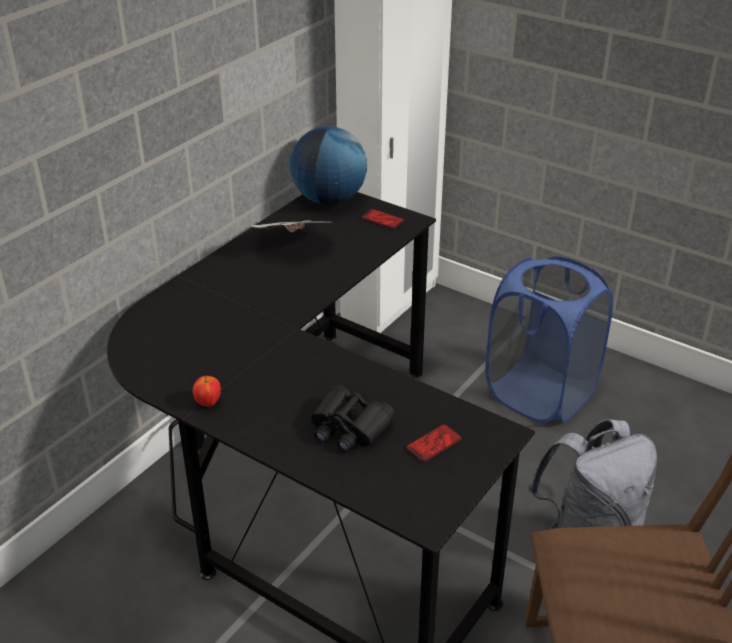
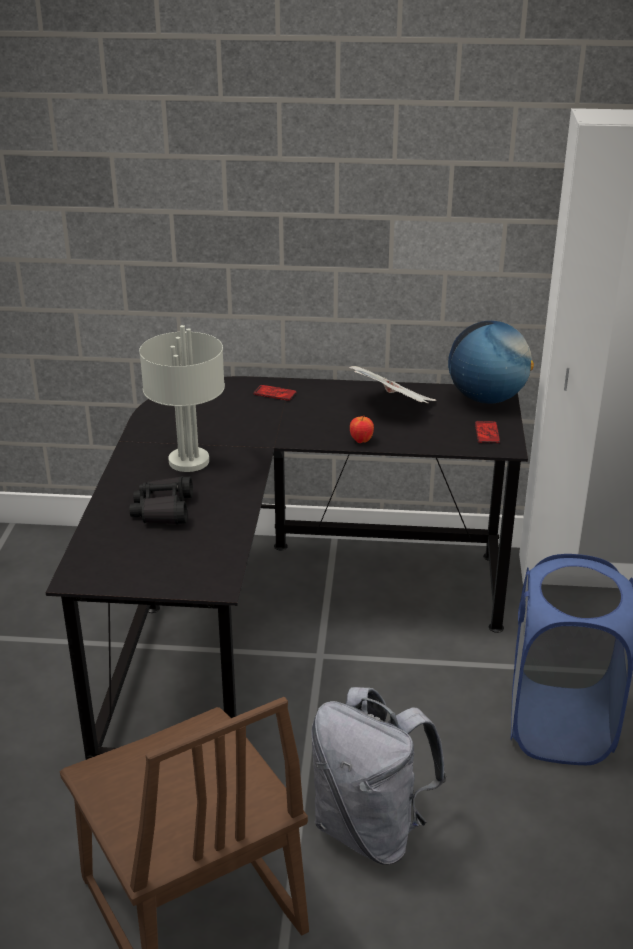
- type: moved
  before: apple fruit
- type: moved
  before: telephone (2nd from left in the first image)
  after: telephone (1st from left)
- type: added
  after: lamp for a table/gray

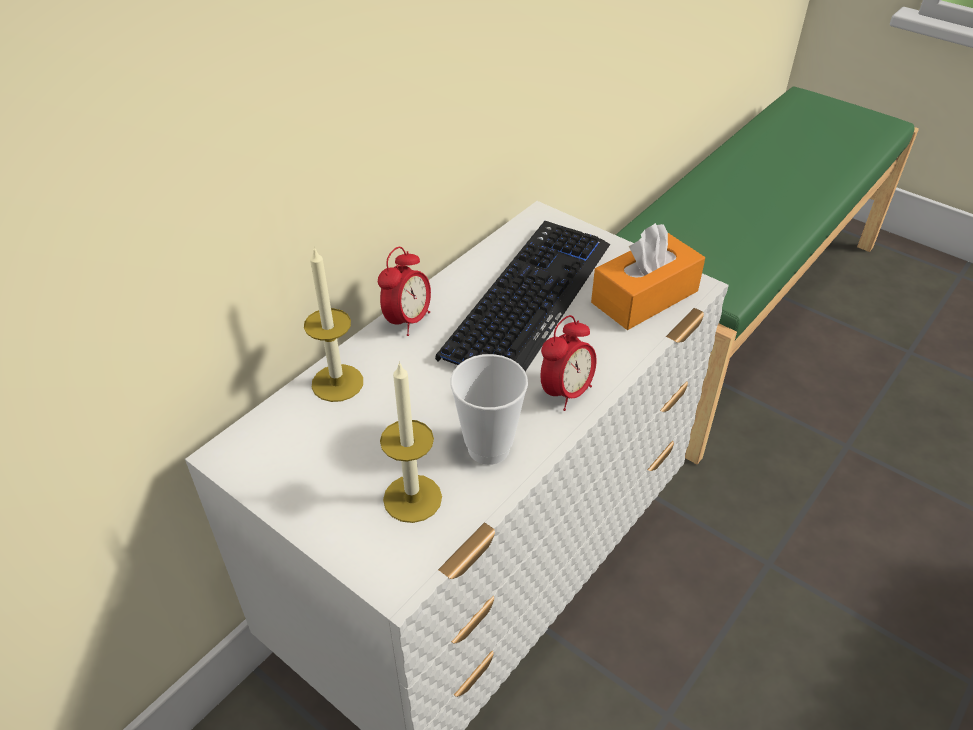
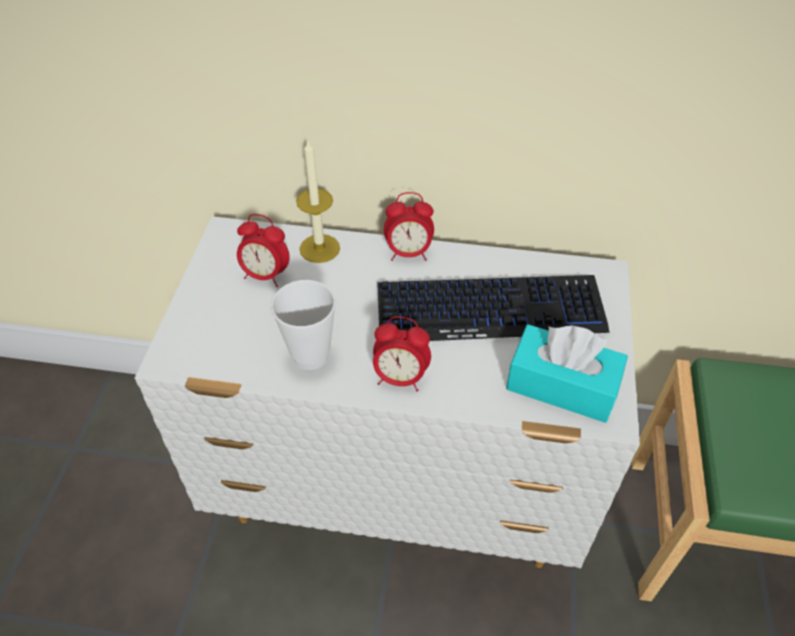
- type: recoloured
  before: box of tissues/orangey
  after: box of tissues/turquoise
- type: removed
  before: wax light (2nd from left)
- type: added
  after: bedside clock (1st from left)

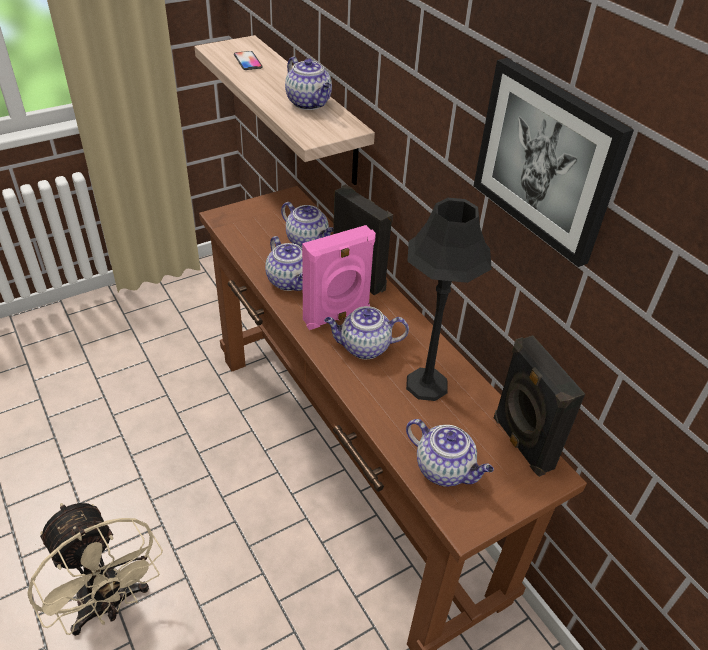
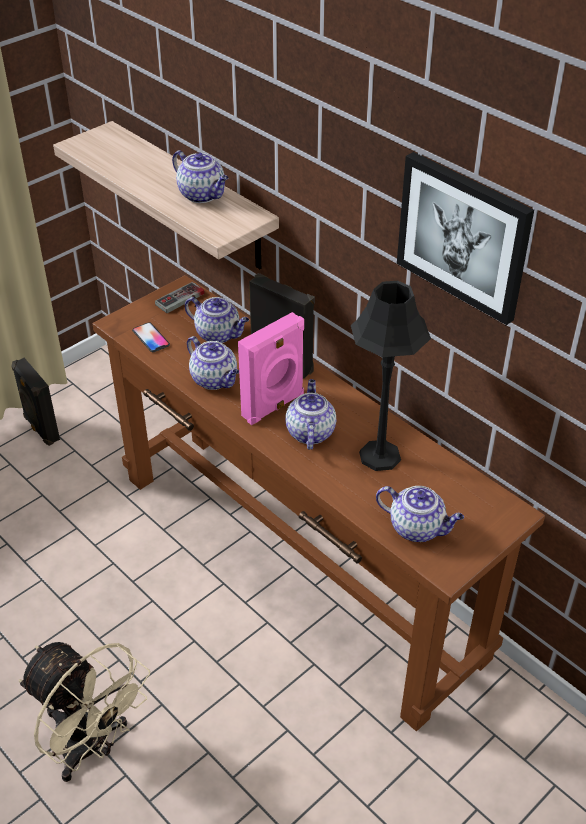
- type: moved
  before: telephone
- type: turned
  before: tea pot (4th from left)
  turn: 105
- type: moved
  before: loudspeaker/black (2nd from left in the first image)
  after: loudspeaker/black (1st from left)
- type: added
  after: gamepad

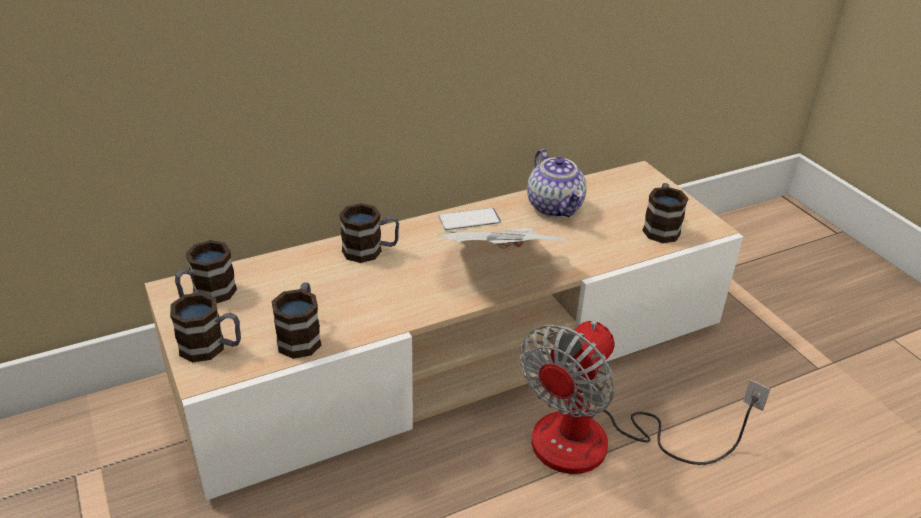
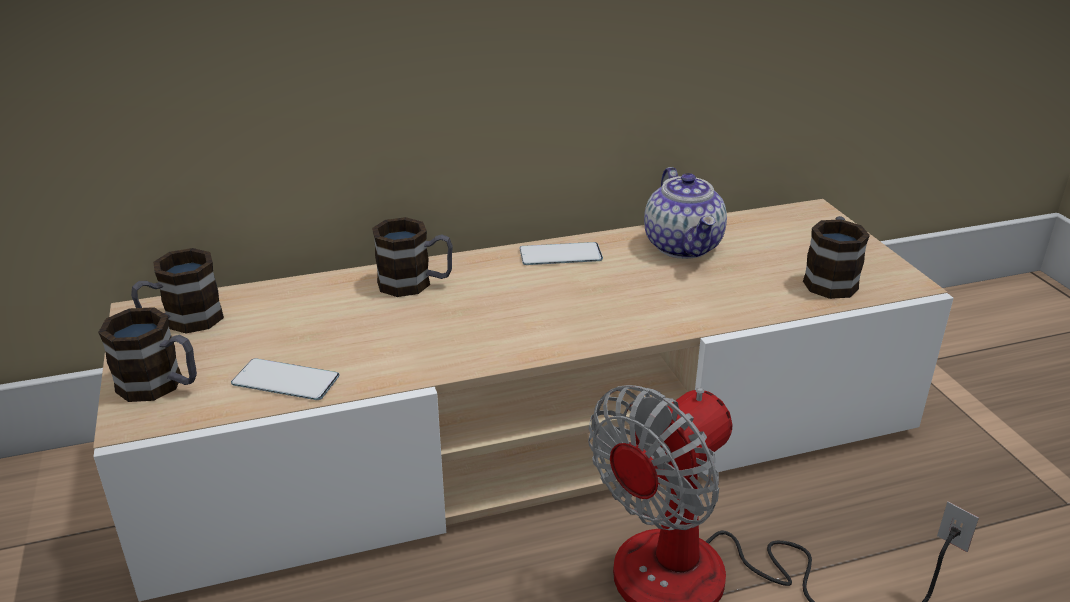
- type: removed
  before: newspaper
- type: replaced
  before: mug (3rd from left)
  after: telephone (1st from left)

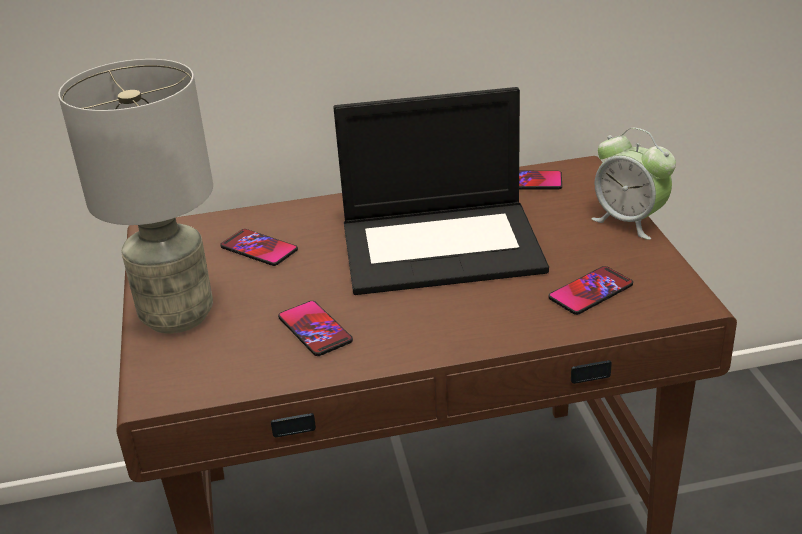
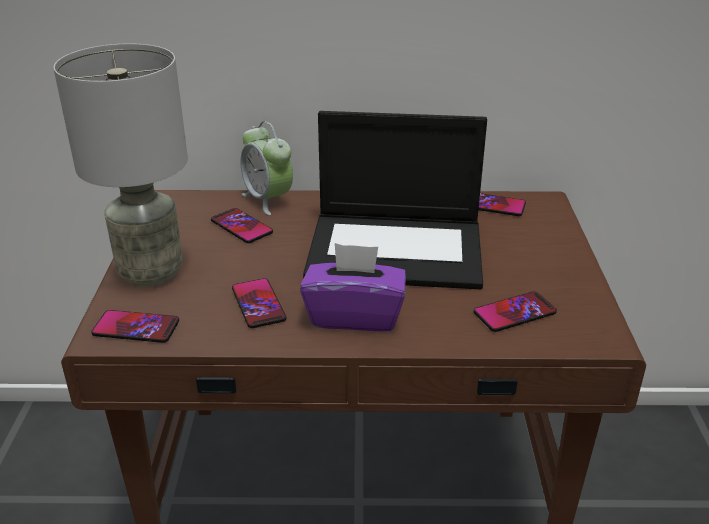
- type: moved
  before: bedside clock
- type: added
  after: box of tissues/purplish
- type: added
  after: telephone (1st from left)

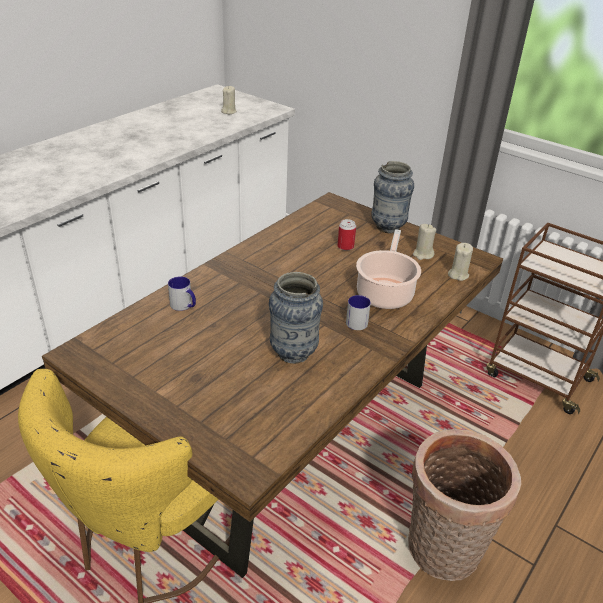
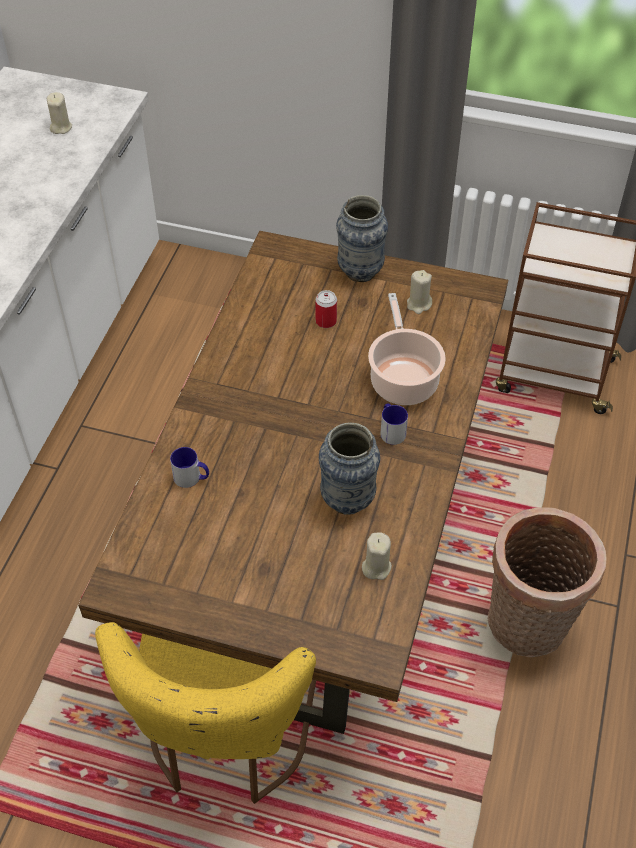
- type: moved
  before: wax light/beige-coloured (3rd from left in the first image)
  after: wax light/beige-coloured (2nd from left)

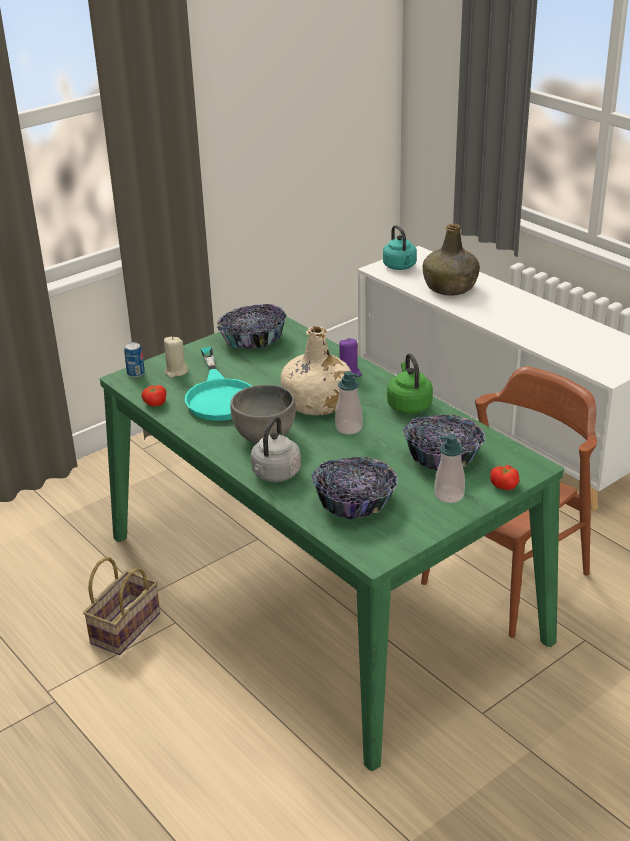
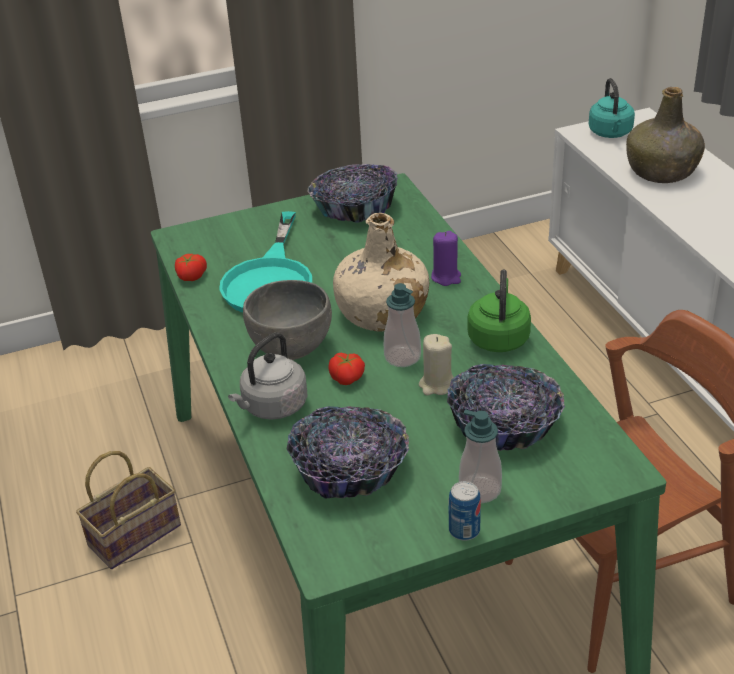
- type: moved
  before: wax light/beige-coloured
- type: moved
  before: metal can
- type: moved
  before: whole tomato (2nd from left)

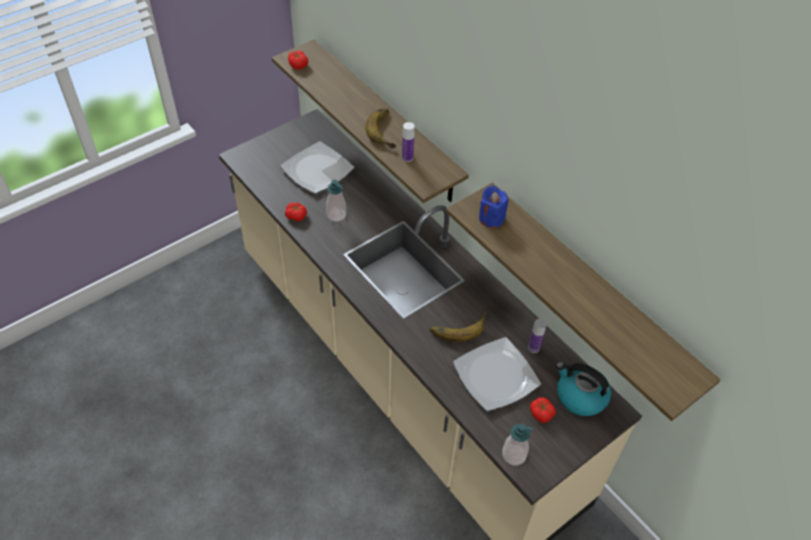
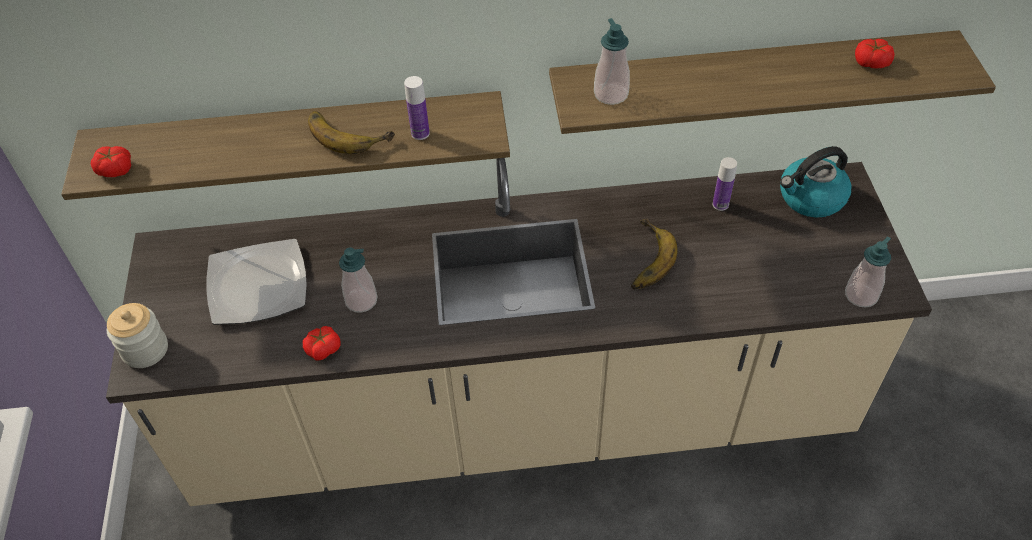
- type: replaced
  before: wax light/blue
  after: soap bottle (2nd from left)
- type: removed
  before: dinner plate (2nd from left)
- type: moved
  before: whole tomato (3rd from left)
- type: added
  after: preserve jar

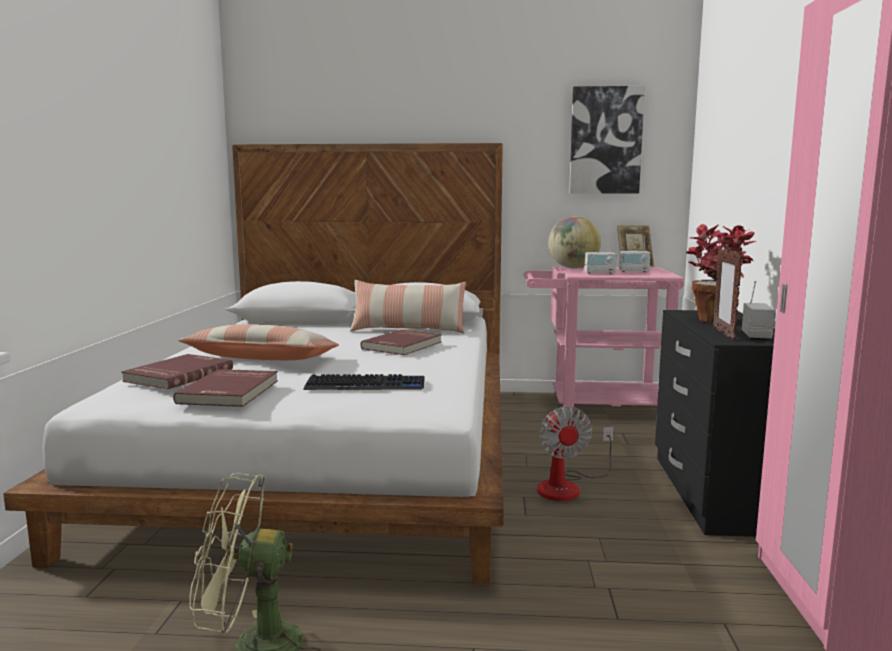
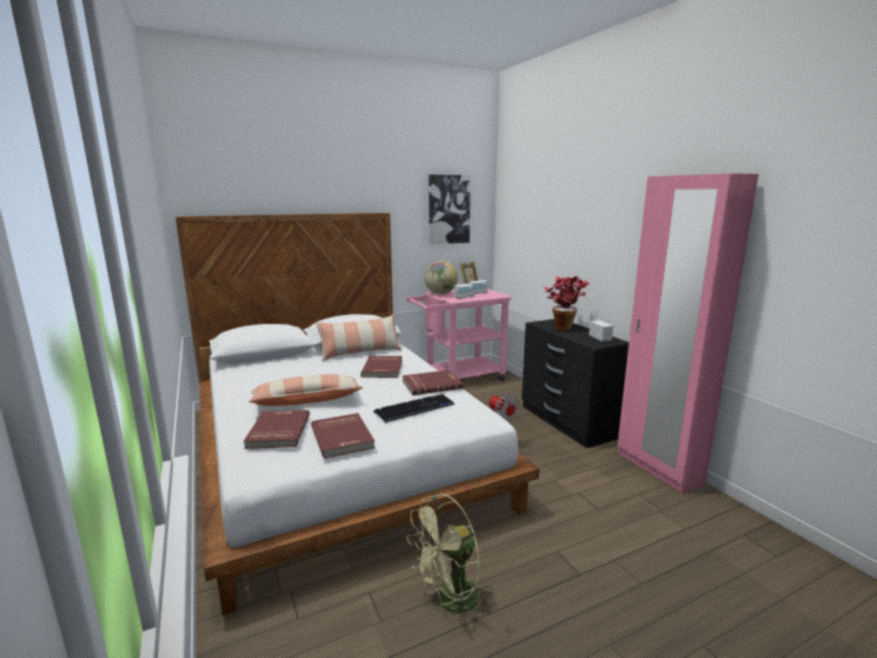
- type: removed
  before: picture frame (2nd from left)
- type: added
  after: book/reddish (4th from left)

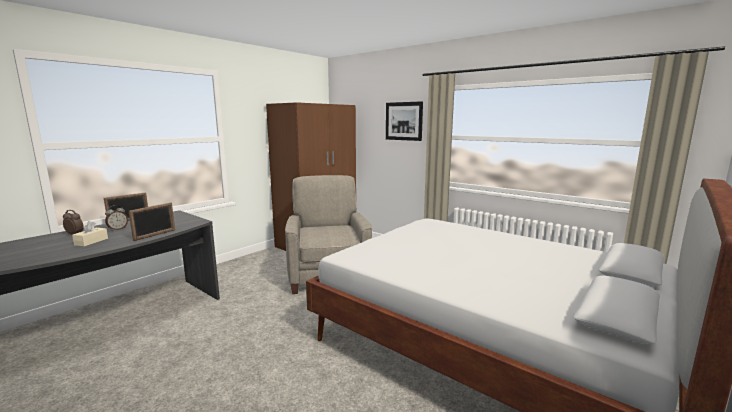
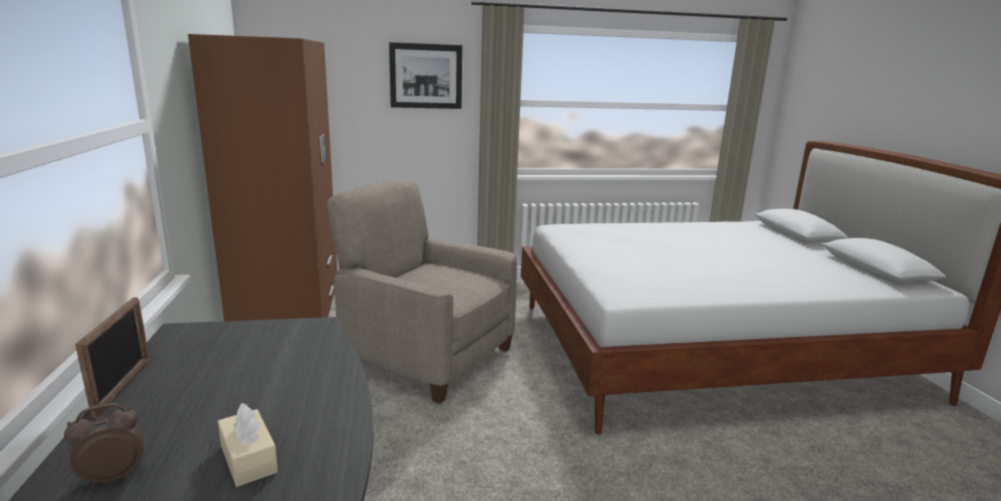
- type: removed
  before: picture frame (2nd from left)
- type: removed
  before: bedside clock (2nd from left)

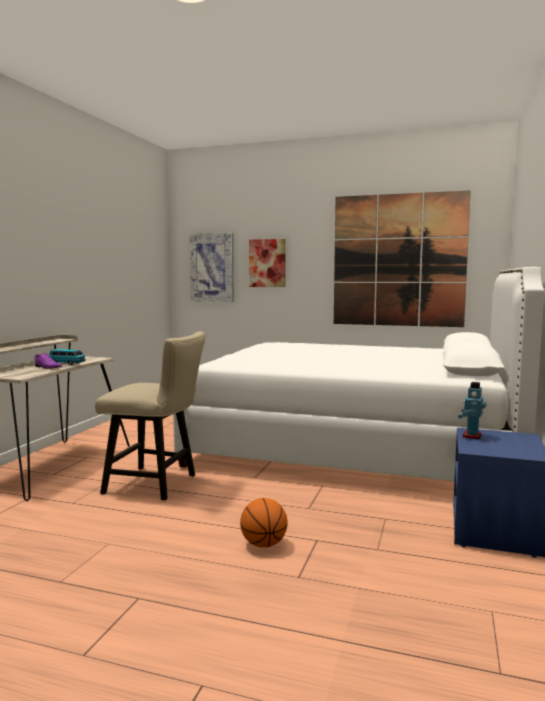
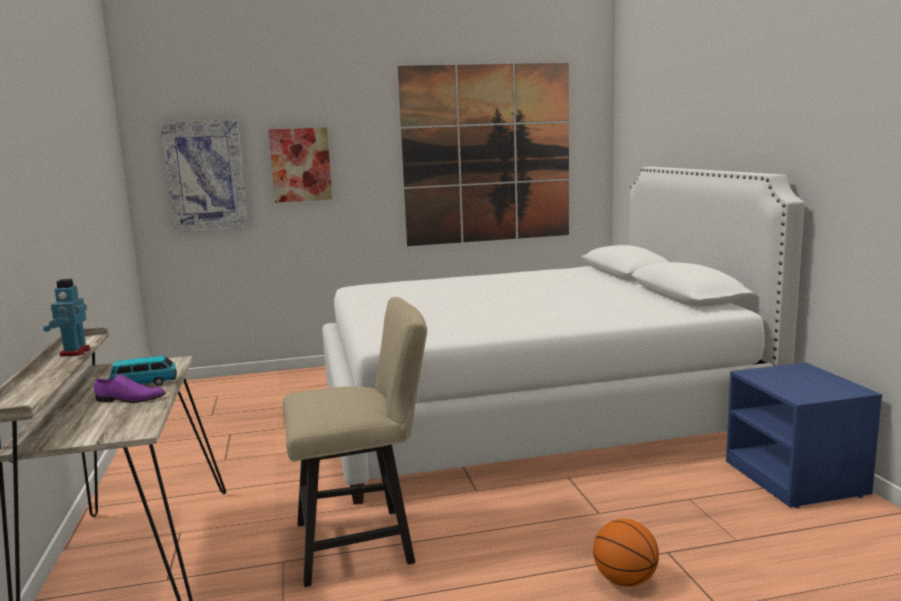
- type: moved
  before: model robot

